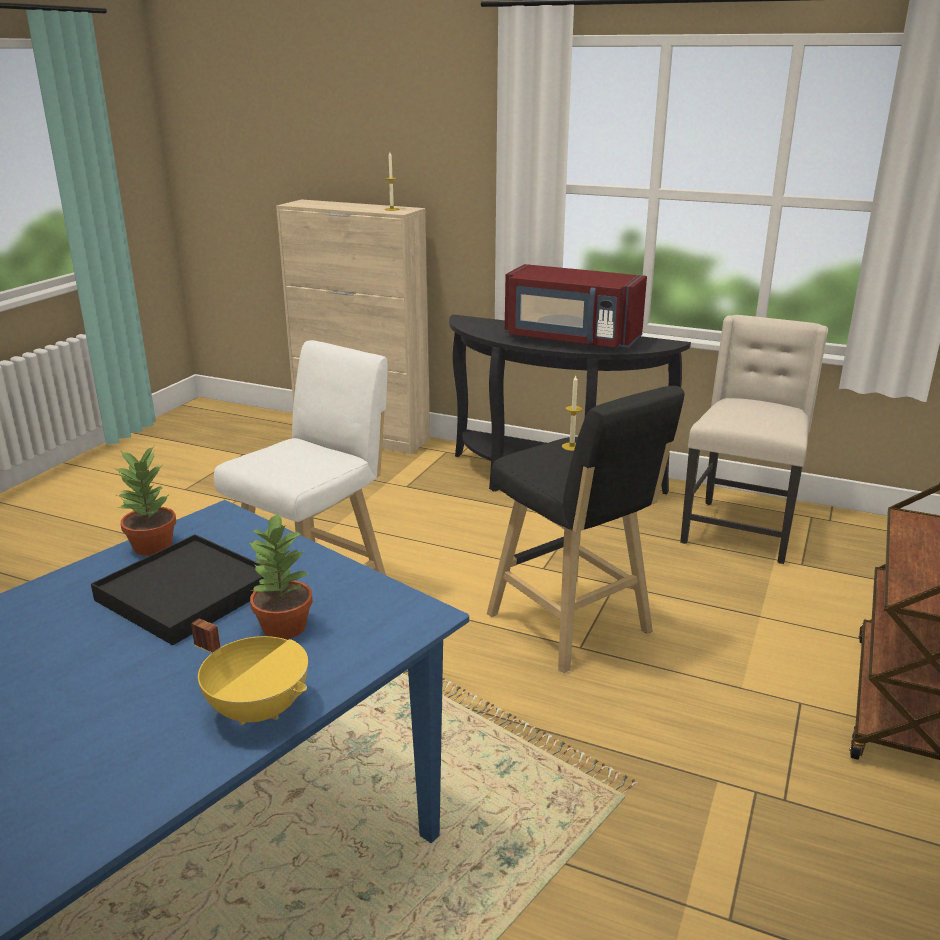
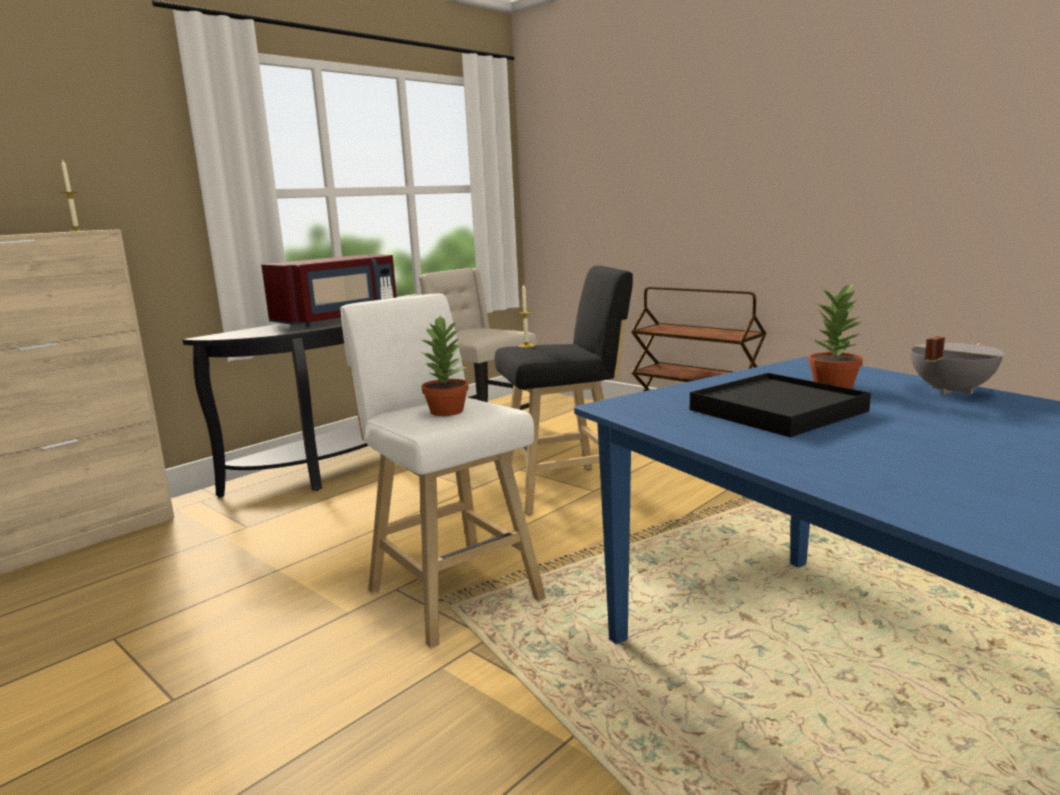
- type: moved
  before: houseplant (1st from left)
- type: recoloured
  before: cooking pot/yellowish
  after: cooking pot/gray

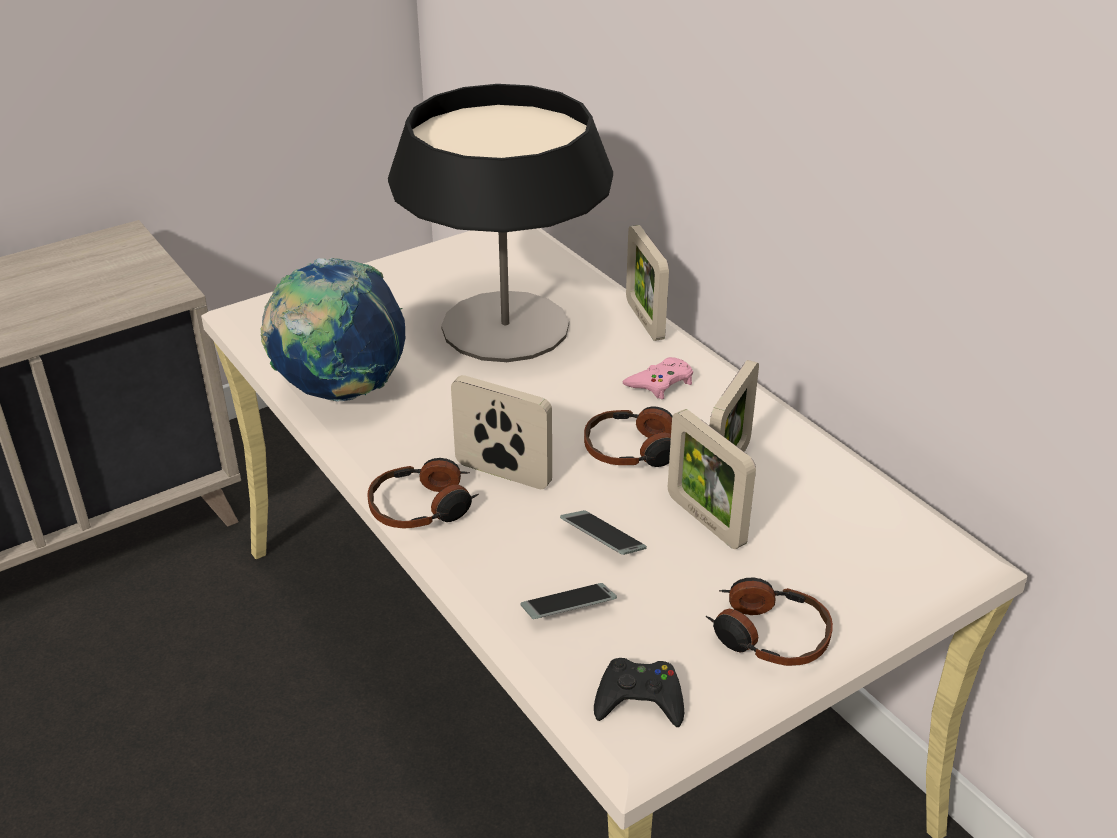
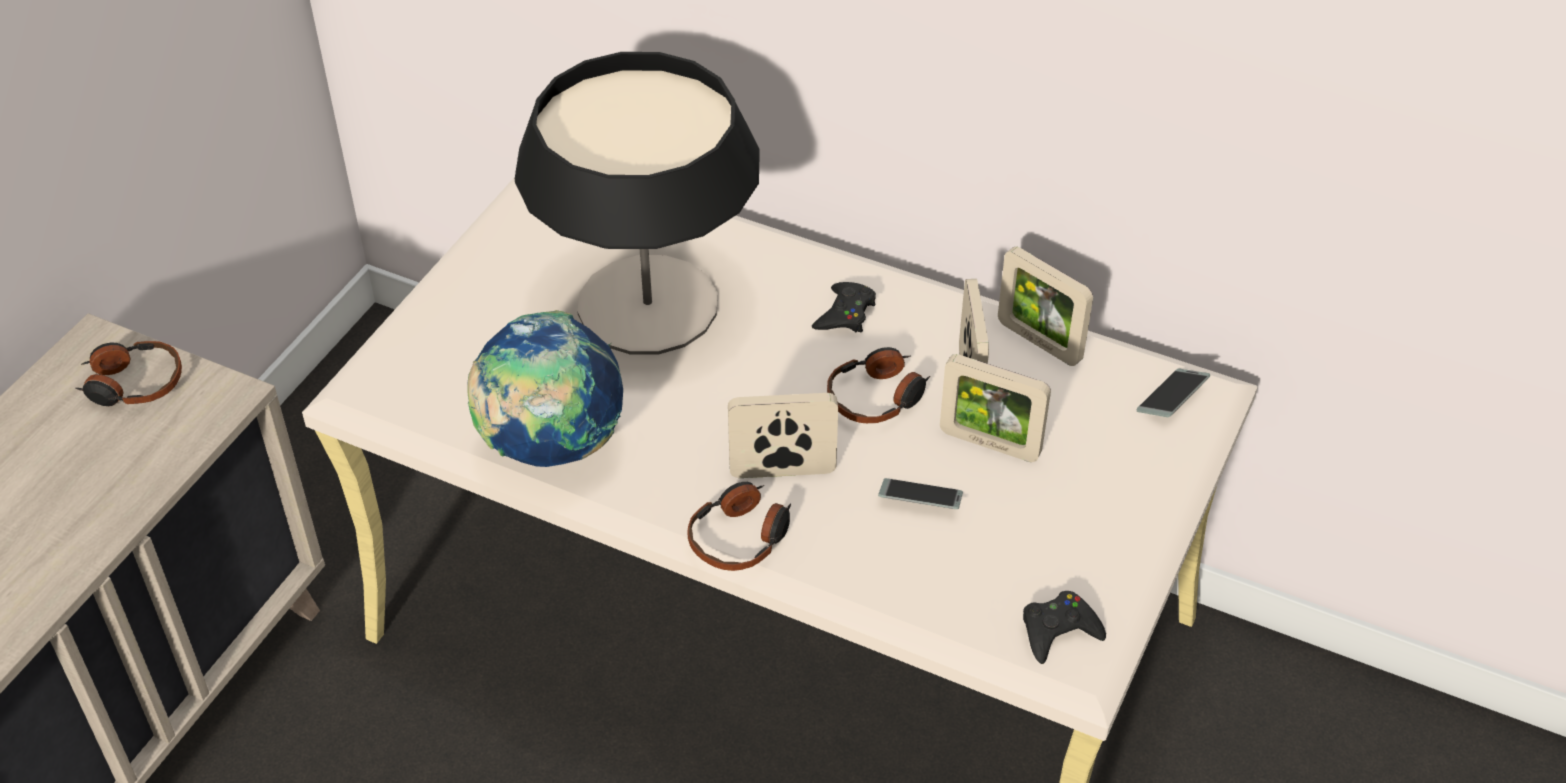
- type: moved
  before: picture frame (2nd from left in the first image)
  after: picture frame (4th from left)
- type: recoloured
  before: gamepad/pink
  after: gamepad/black (1st from left)
- type: moved
  before: headset (3rd from left in the first image)
  after: headset (1st from left)
- type: moved
  before: telephone (1st from left in the first image)
  after: telephone (2nd from left)

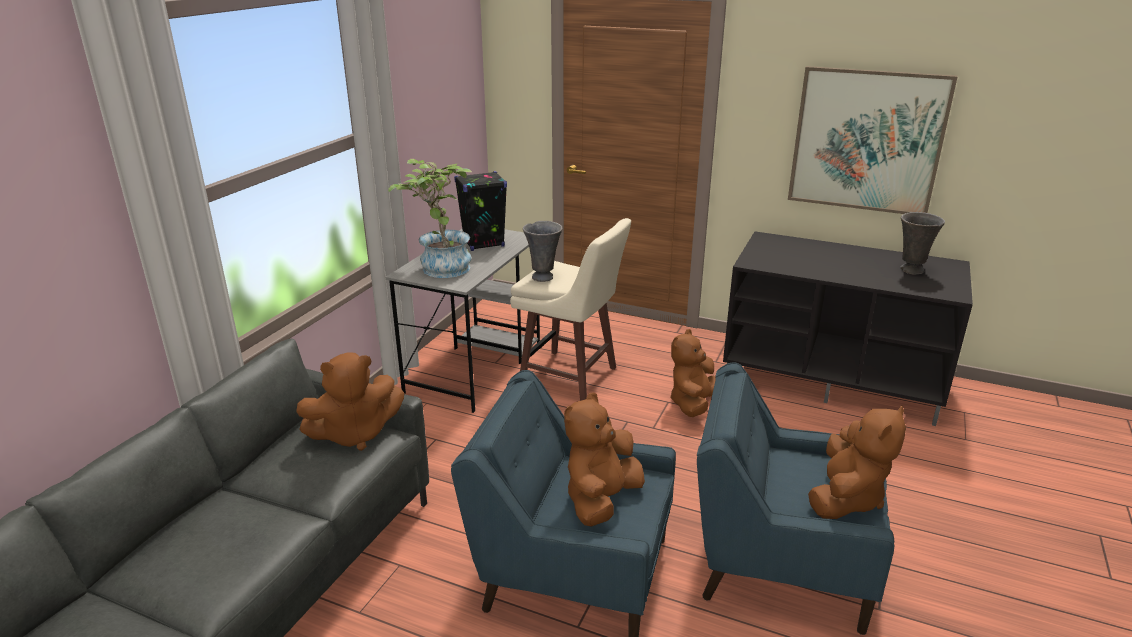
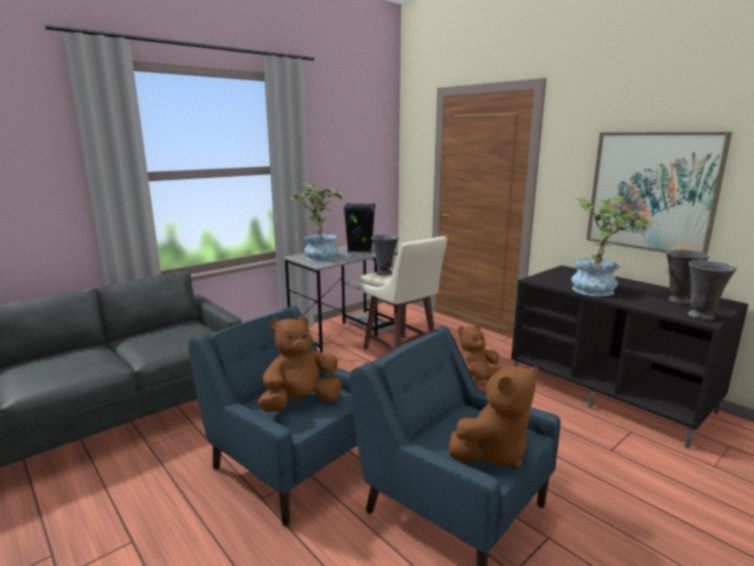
- type: removed
  before: plush toy/brown-coloured (1st from left)
- type: added
  after: houseplant (2nd from left)
- type: added
  after: decorative vase/gray (3rd from left)

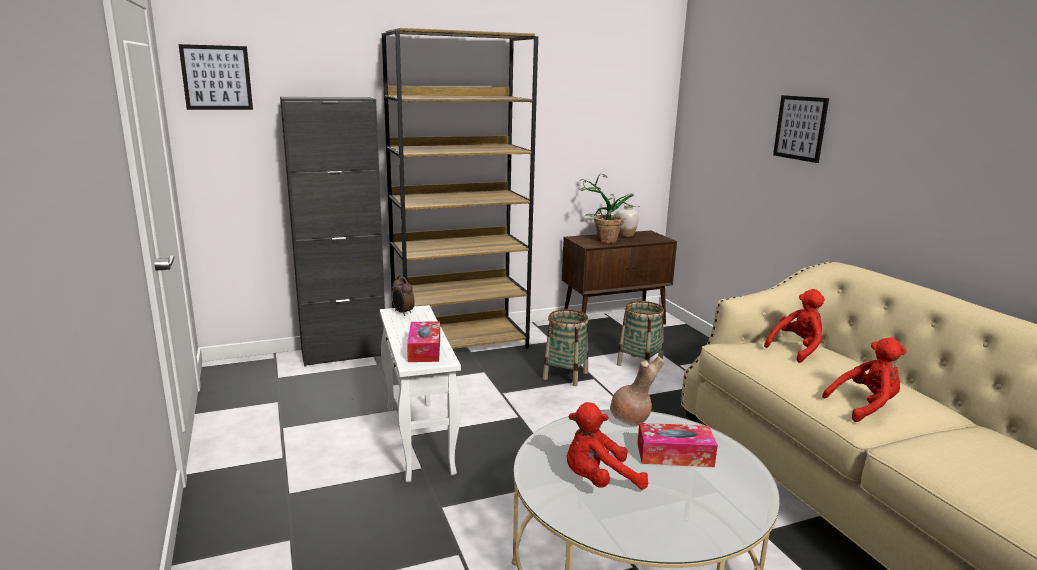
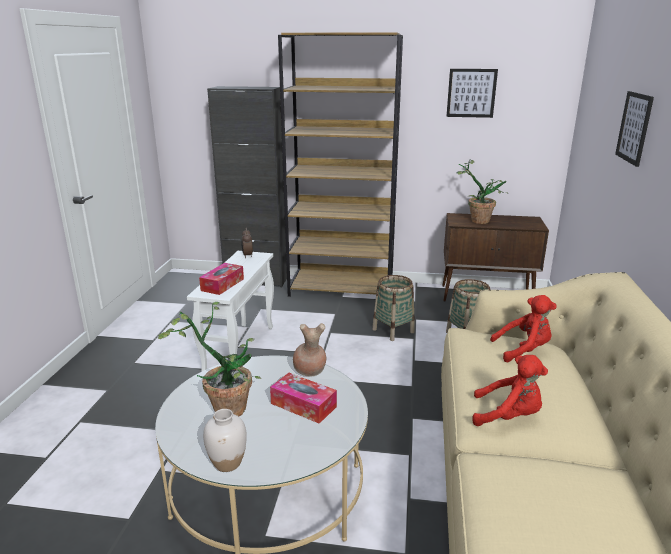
- type: moved
  before: wall picture (1st from left)
- type: moved
  before: decorative vase/whitish
- type: replaced
  before: plush toy/reddish (1st from left)
  after: houseplant (1st from left)

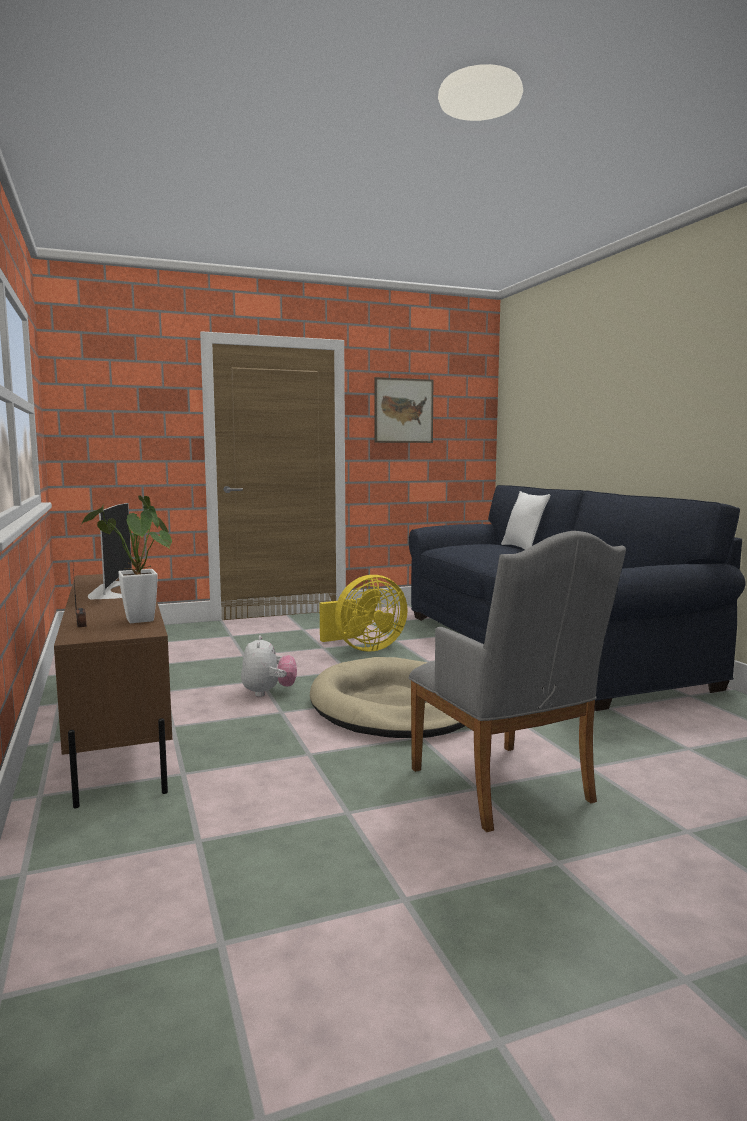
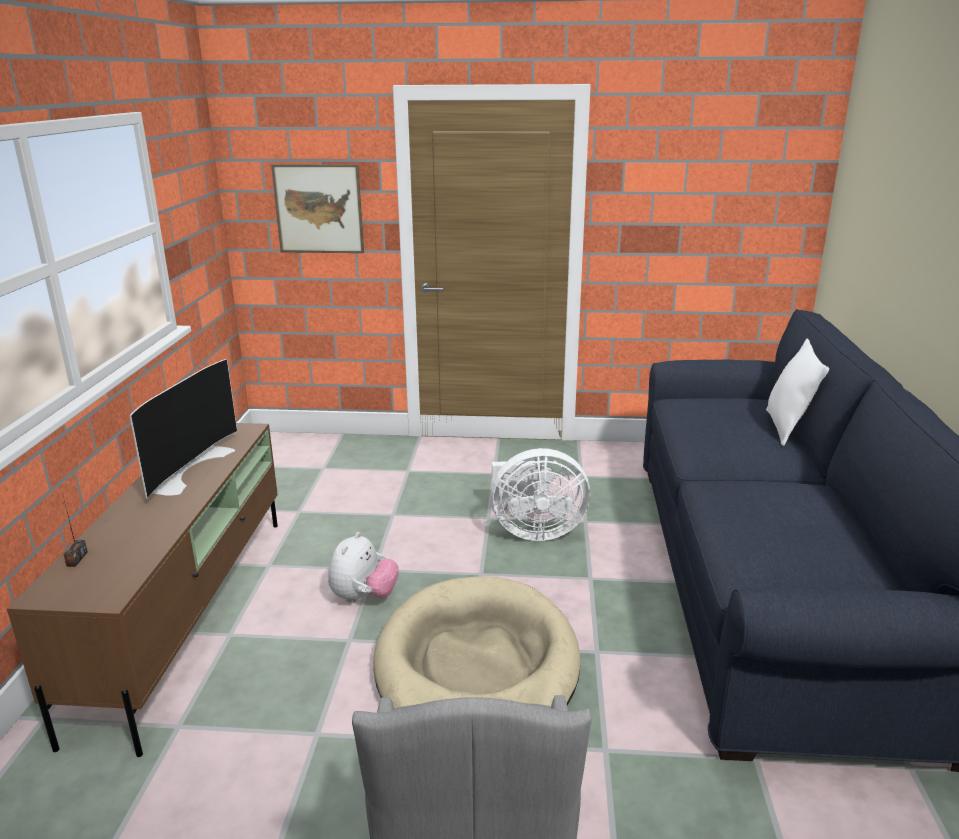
- type: moved
  before: wall picture
- type: removed
  before: houseplant
- type: recoloured
  before: electric fan/yellowish
  after: electric fan/whitish

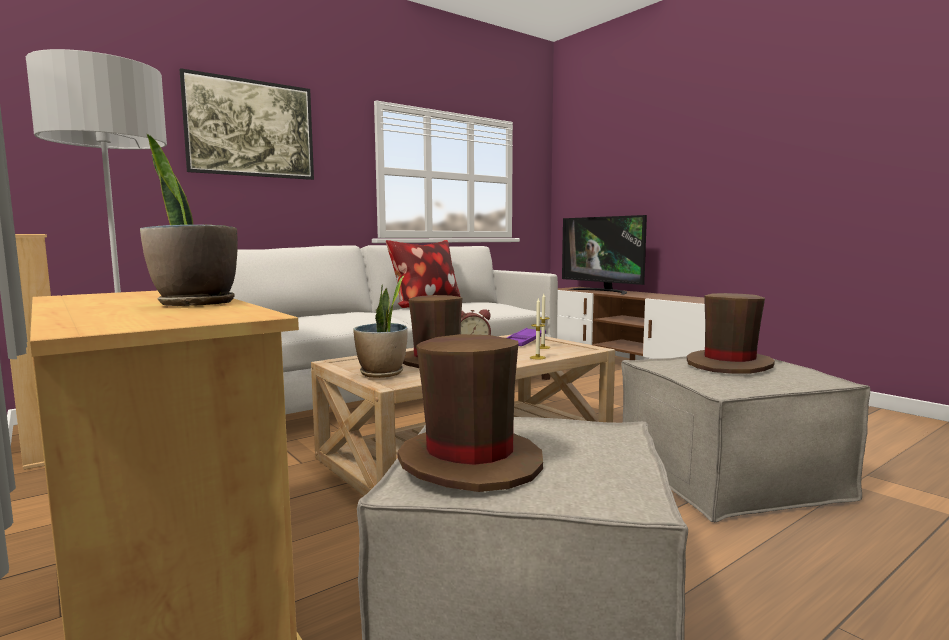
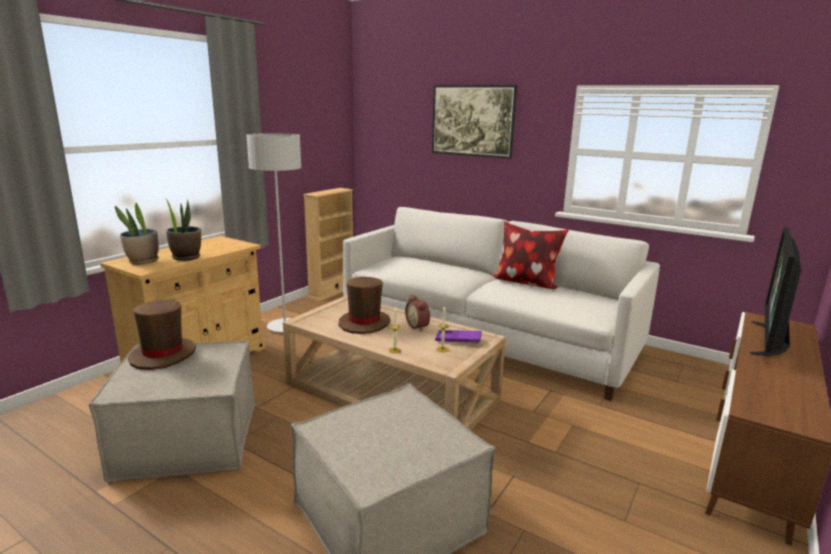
- type: moved
  before: houseplant (2nd from left in the first image)
  after: houseplant (1st from left)
- type: removed
  before: hat/brown-coloured (3rd from left)

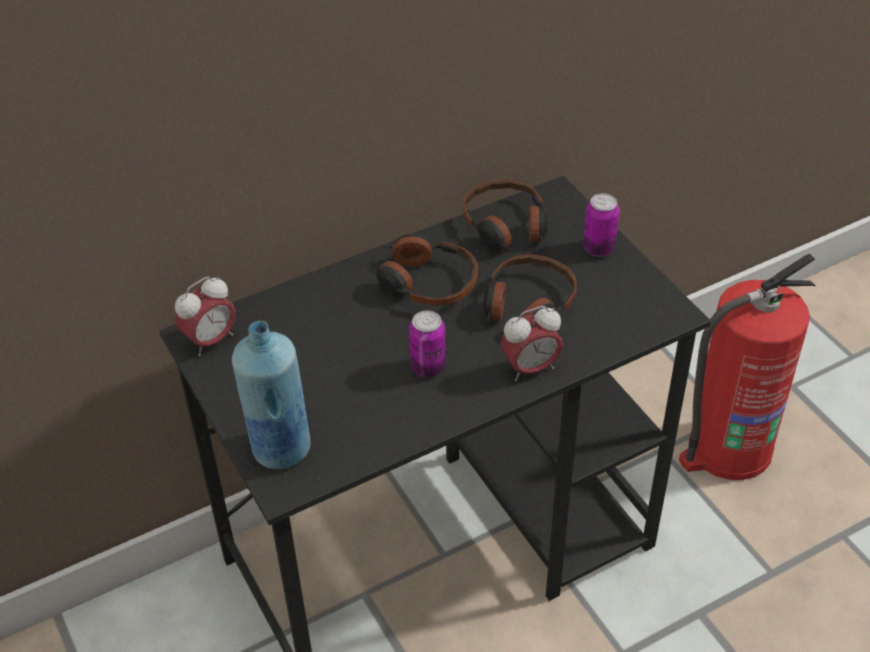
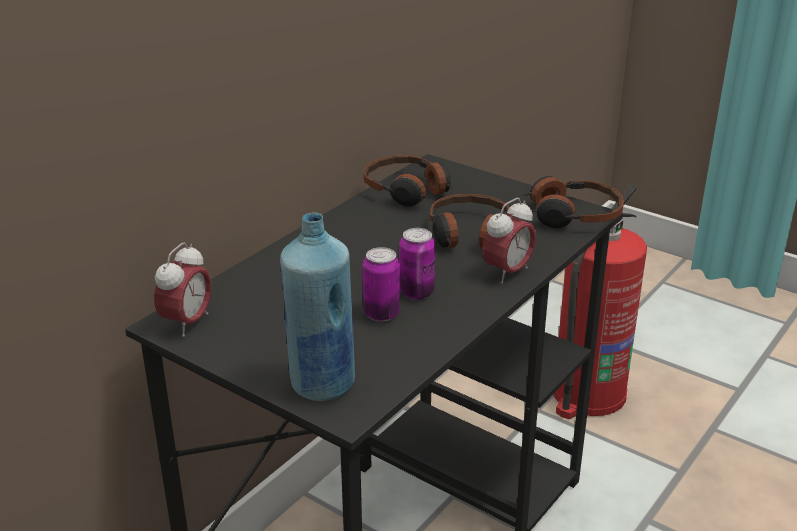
- type: moved
  before: metal can (2nd from left in the first image)
  after: metal can (1st from left)
- type: moved
  before: headset (1st from left in the first image)
  after: headset (3rd from left)

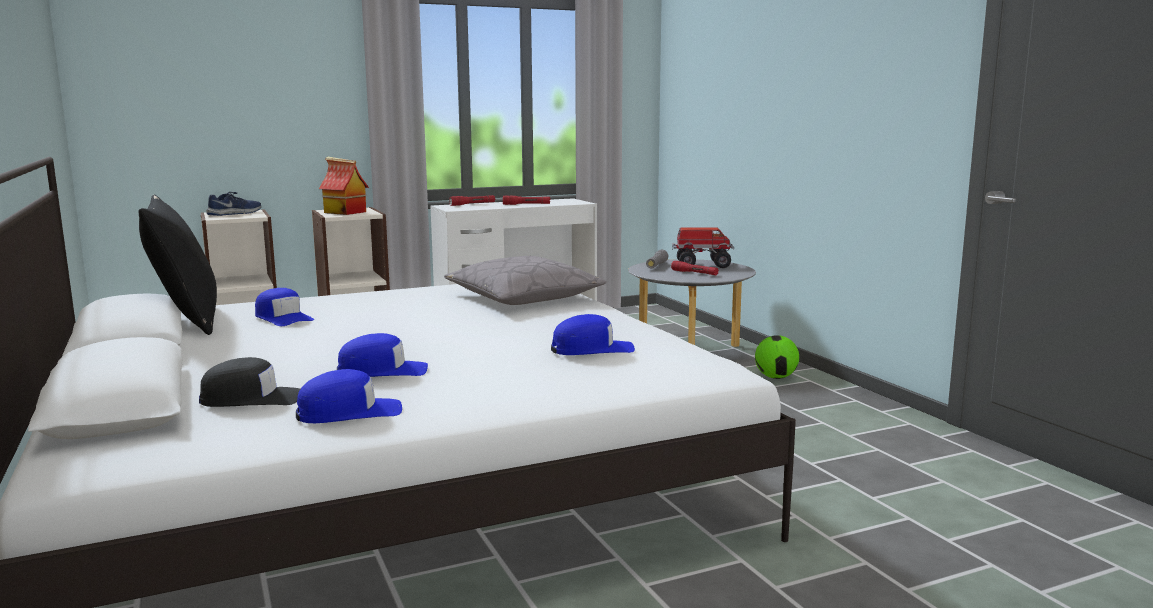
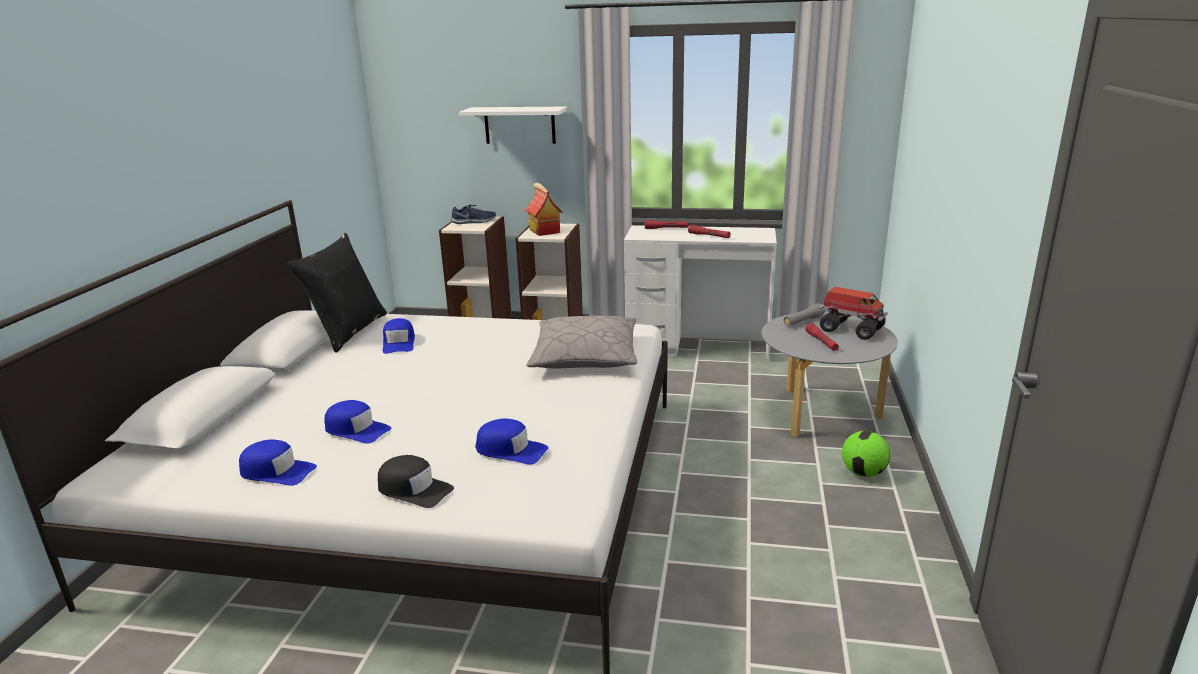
- type: moved
  before: cap/black
- type: added
  after: bracket shelf/whitish

